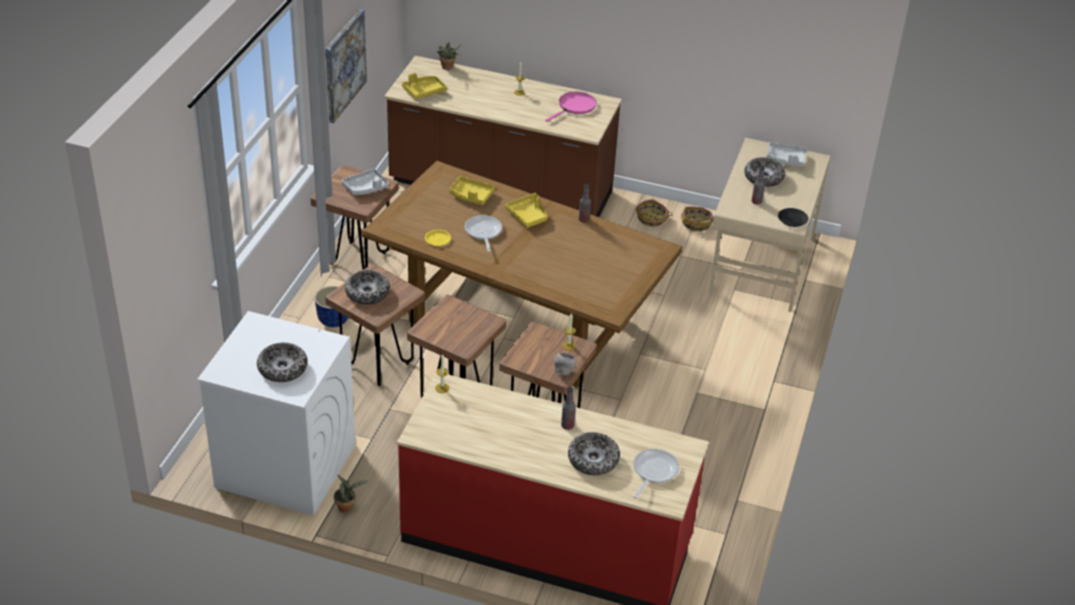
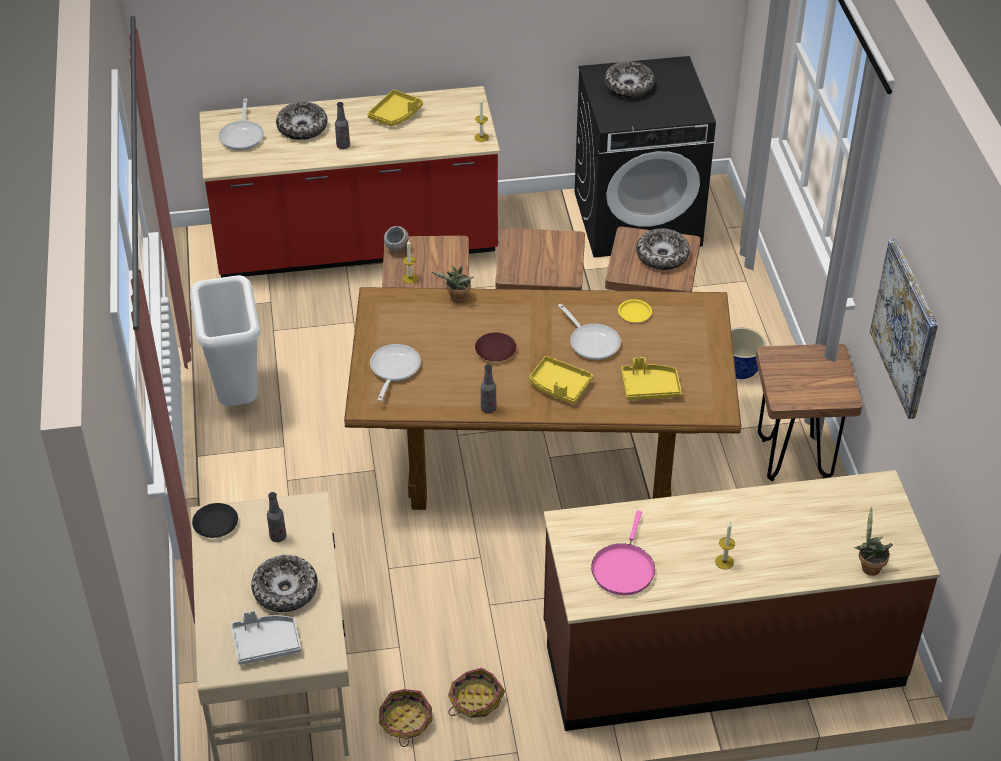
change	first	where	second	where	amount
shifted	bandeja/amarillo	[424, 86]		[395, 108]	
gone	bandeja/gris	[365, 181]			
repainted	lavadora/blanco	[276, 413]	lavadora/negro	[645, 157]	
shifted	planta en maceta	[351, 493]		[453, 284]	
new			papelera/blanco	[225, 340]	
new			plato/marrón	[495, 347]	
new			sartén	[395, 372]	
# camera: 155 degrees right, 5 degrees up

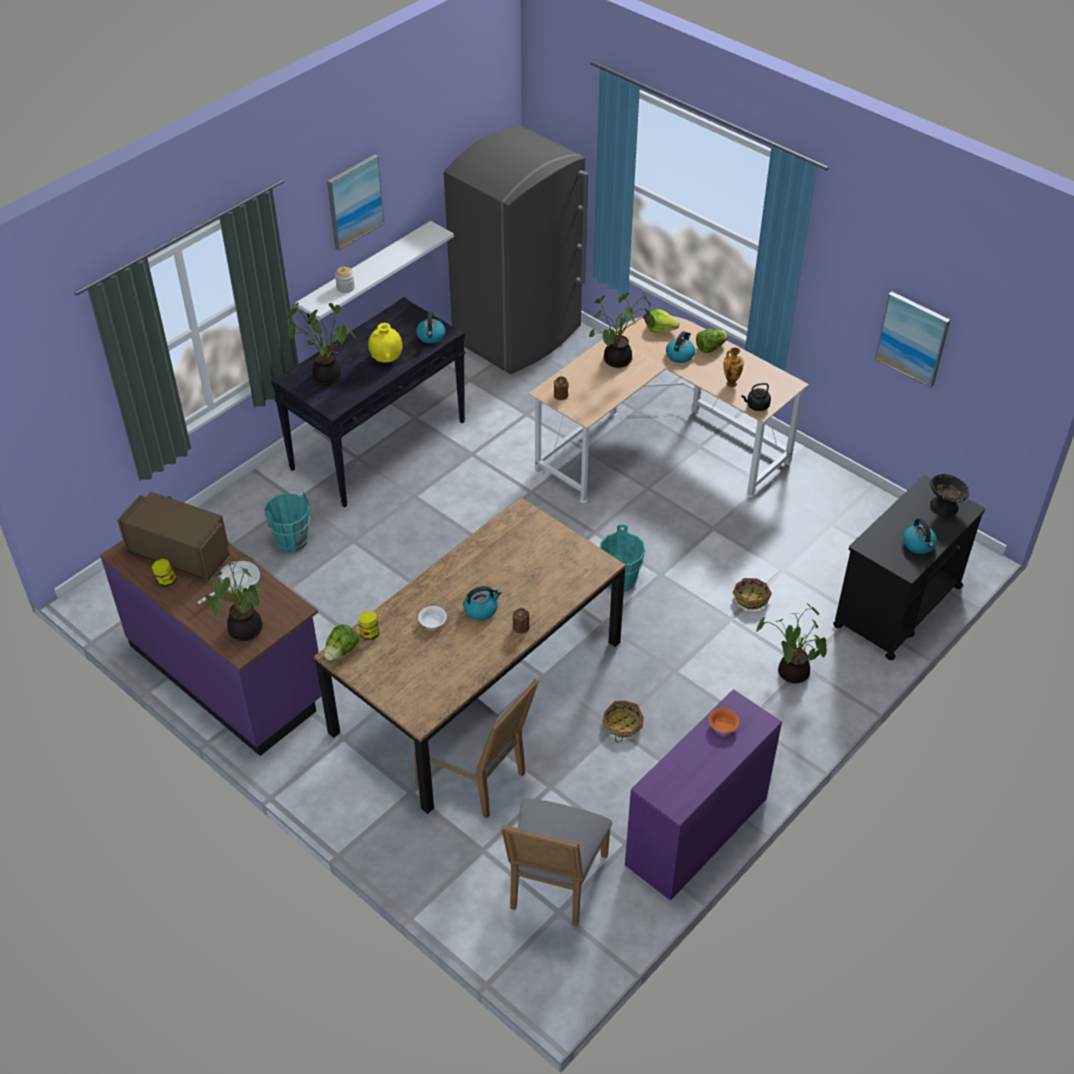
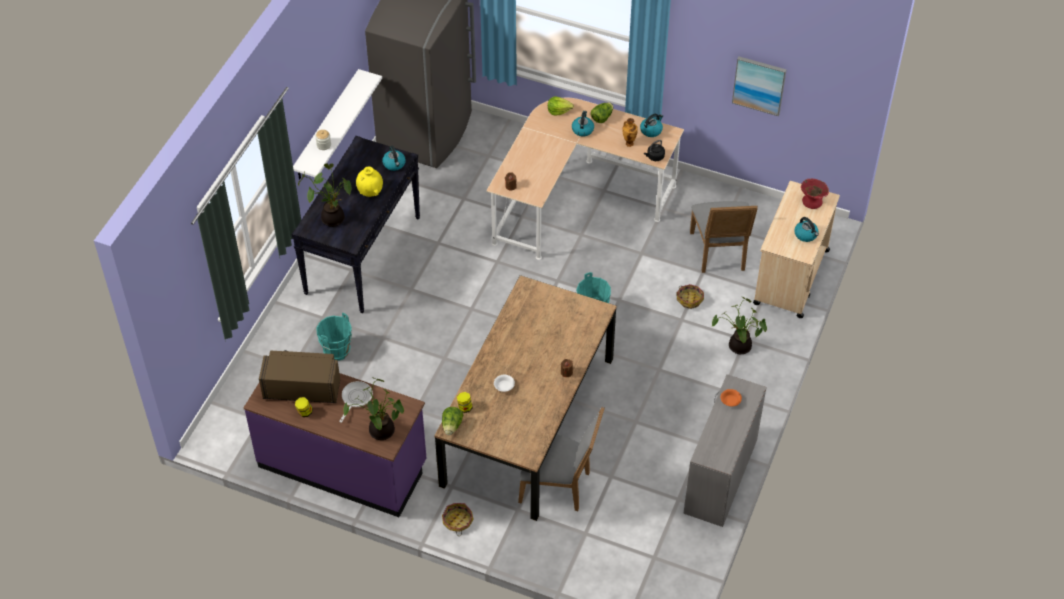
change	first	where	second	where	amount
gone	cuadro	[356, 202]			
gone	planta en maceta	[622, 330]			
repainted	cuenco/negro	[949, 495]	cuenco/rojo	[815, 194]	
repainted	carrito/negro	[909, 567]	carrito/beis	[796, 249]	
shifted	hervidor	[482, 603]		[651, 125]	
repainted	escritorio/morado	[703, 794]	escritorio/gris	[725, 450]	
shifted	cesta	[623, 722]		[458, 519]	
shifted	silla/gris	[556, 862]		[724, 237]	
# camera: 20 degrees left, 5 degrees up

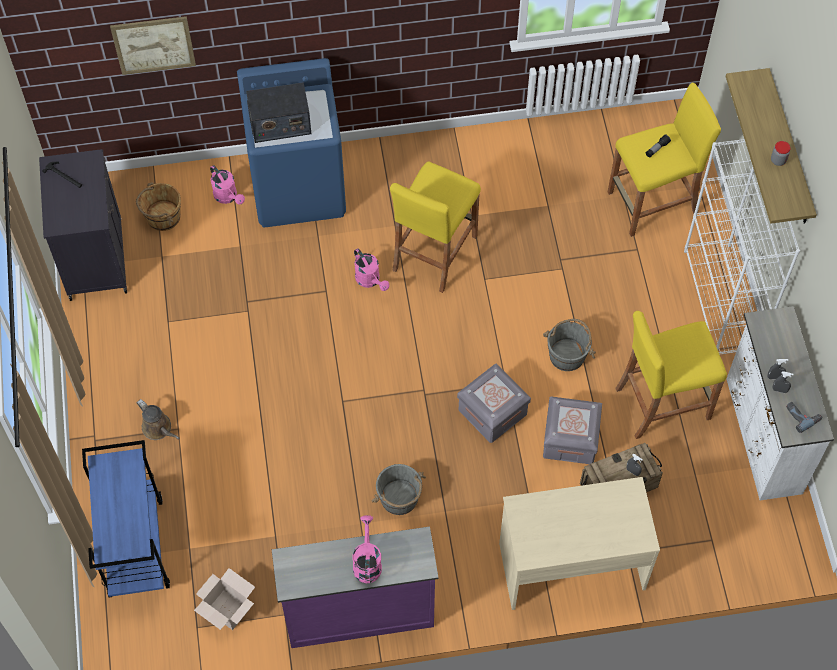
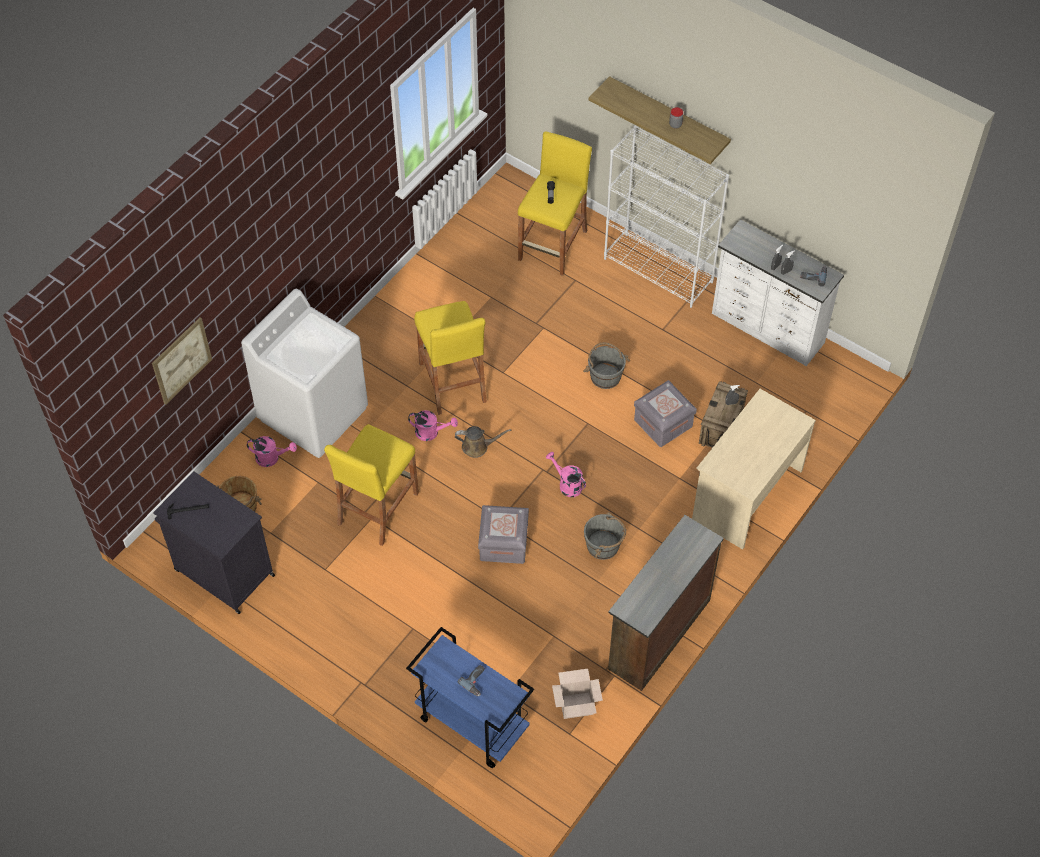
change	first	where	second	where	amount
repainted	lavadora/azul	[291, 142]	lavadora/blanco	[304, 373]	
gone	radio	[278, 112]			
shifted	taburete/amarillo	[671, 375]		[371, 485]	
shifted	caja de almacenaje/gris	[494, 403]		[503, 534]	
shifted	regadera/marrón	[158, 419]		[483, 442]	
shifted	regadera/rosa	[367, 549]		[566, 474]	
repainted	cómoda/morado	[355, 587]	cómoda/marrón	[666, 603]	
new			taladro	[471, 680]	
# camera: 45 degrees left, 5 degrees down

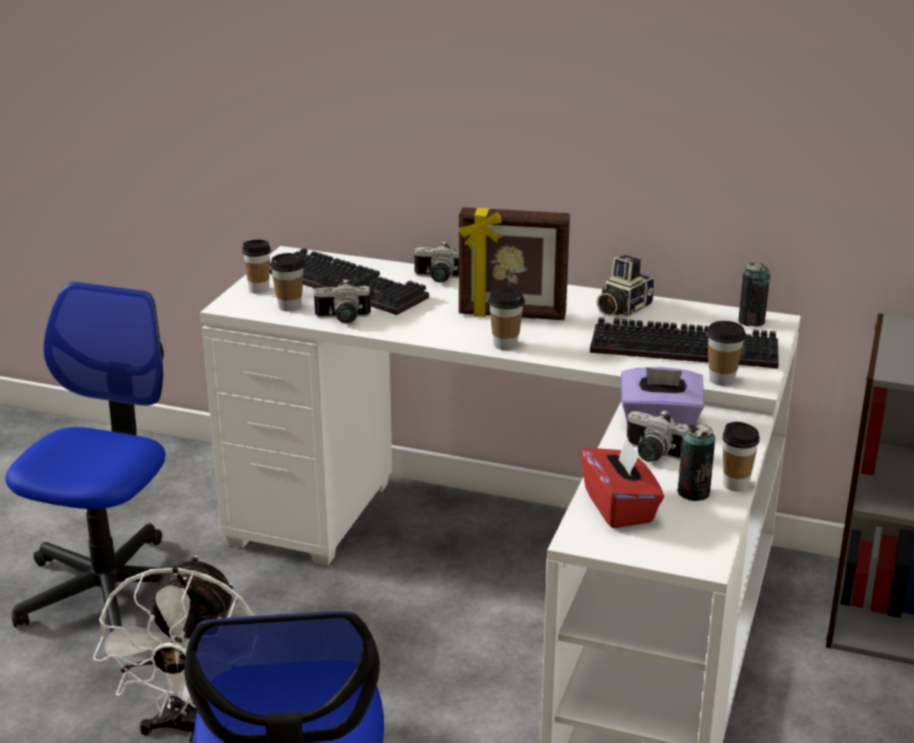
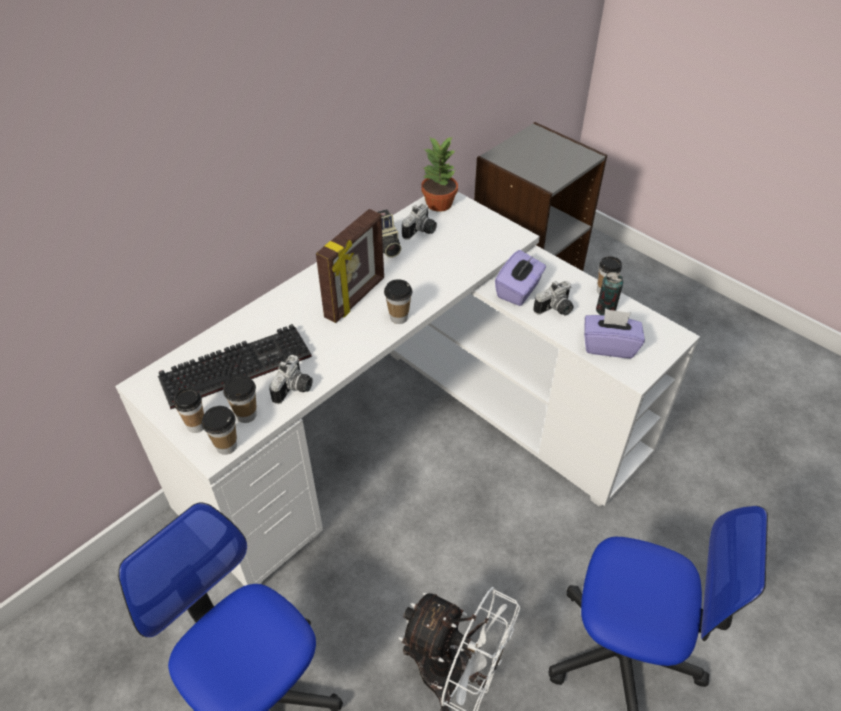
change	first	where	second	where	amount
shifted	cámara	[436, 262]		[419, 222]	
swapped	lata	[754, 295]	planta en maceta	[439, 174]	
gone	teclado	[684, 343]			
shifted	taza	[726, 353]		[219, 430]	
repainted	caja de pañuelos/rojo	[622, 482]	caja de pañuelos/morado	[614, 333]	
# camera: 65 degrees left, 20 degrees up

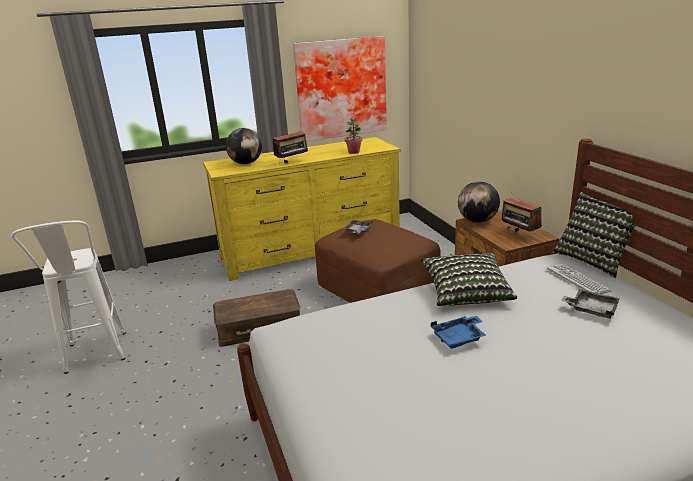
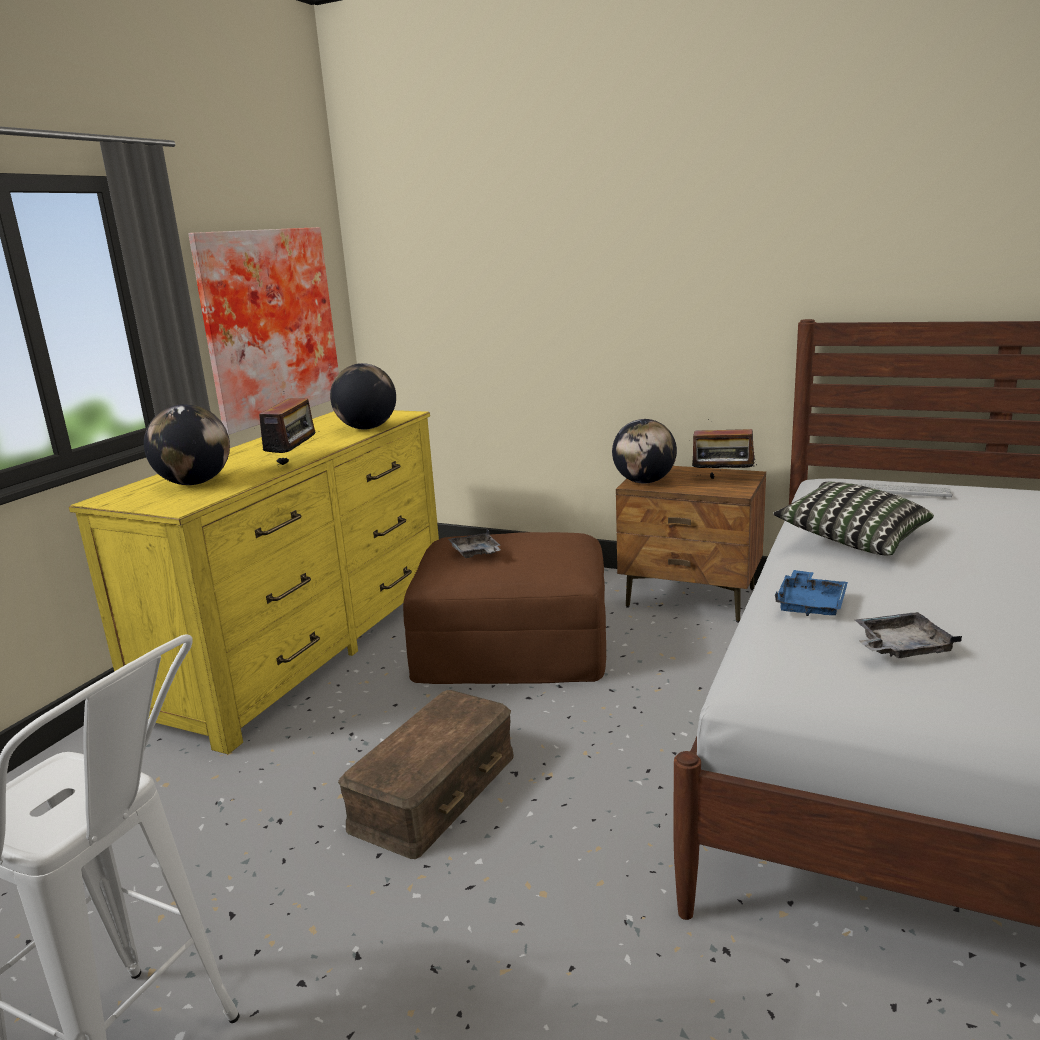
change	first	where	second	where	amount
swapped	planta en maceta	[353, 136]	globo terráqueo	[363, 396]	
gone	cojín	[594, 235]			
shifted	bandeja/gris	[591, 304]		[908, 635]	
shifted	bandeja/azul	[458, 332]		[811, 593]	
# camera: 45 degrees left, 5 degrees down

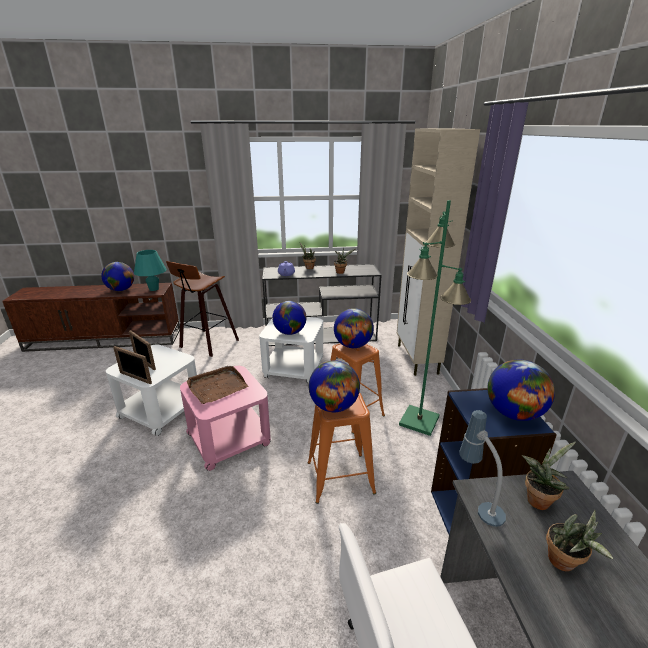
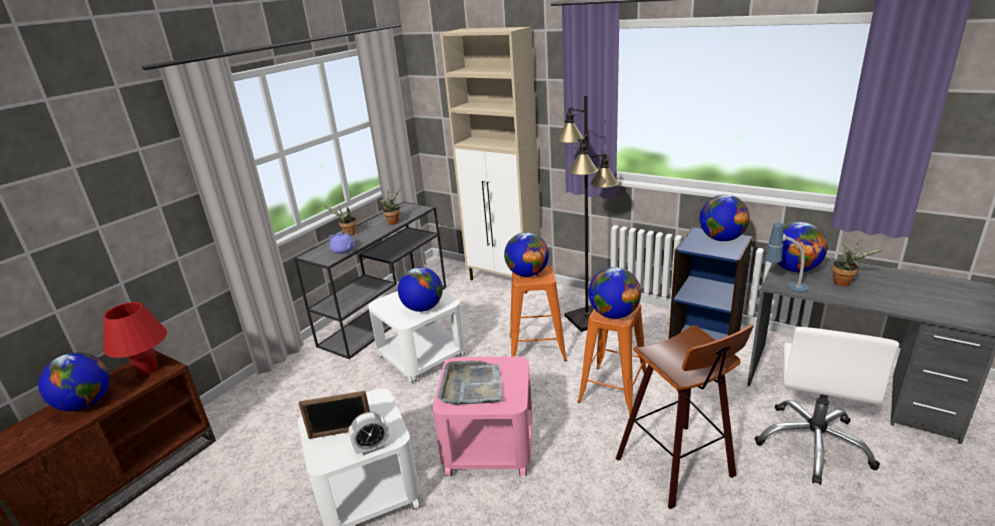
change	first	where	second	where	amount
repainted	lámpara de pie/verde	[435, 318]	lámpara de pie/negro	[587, 213]	
repainted	lámpara de mesa/turquesa	[150, 270]	lámpara de mesa/rojo	[135, 338]	
shifted	taburete	[202, 309]		[685, 416]	
swapped	portarretratos	[132, 365]	despertador	[369, 433]	
repainted	bandeja/marrón	[217, 385]	bandeja/gris	[470, 383]	
swapped	planta en maceta	[549, 476]	globo terráqueo	[802, 247]	
# camera: 50 degrees left, 0 degrees up

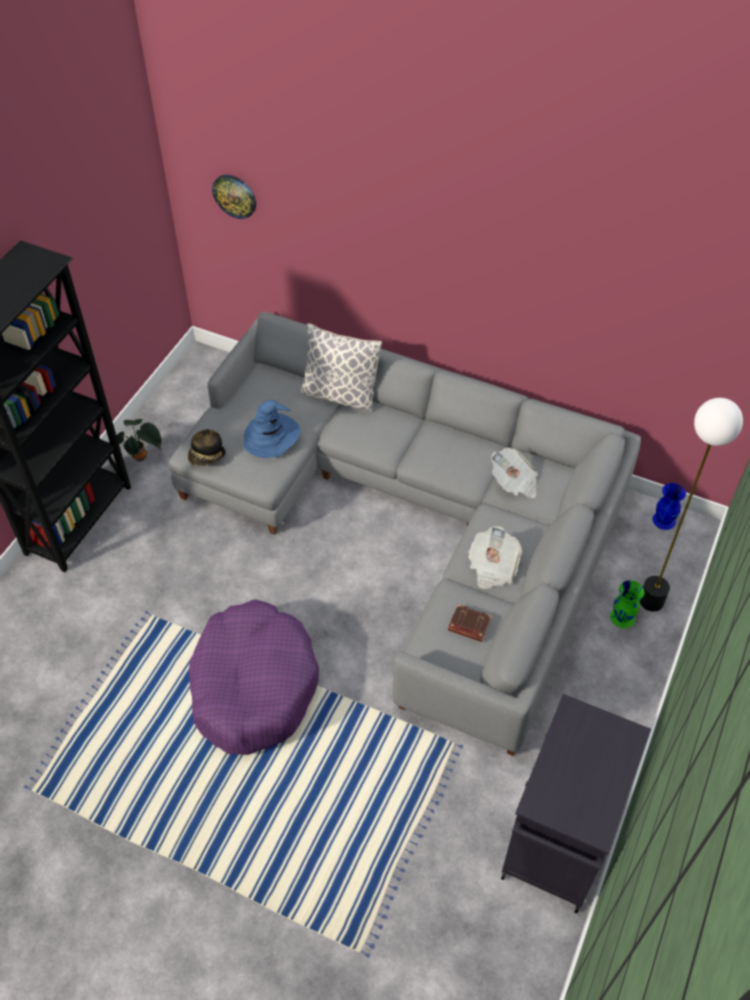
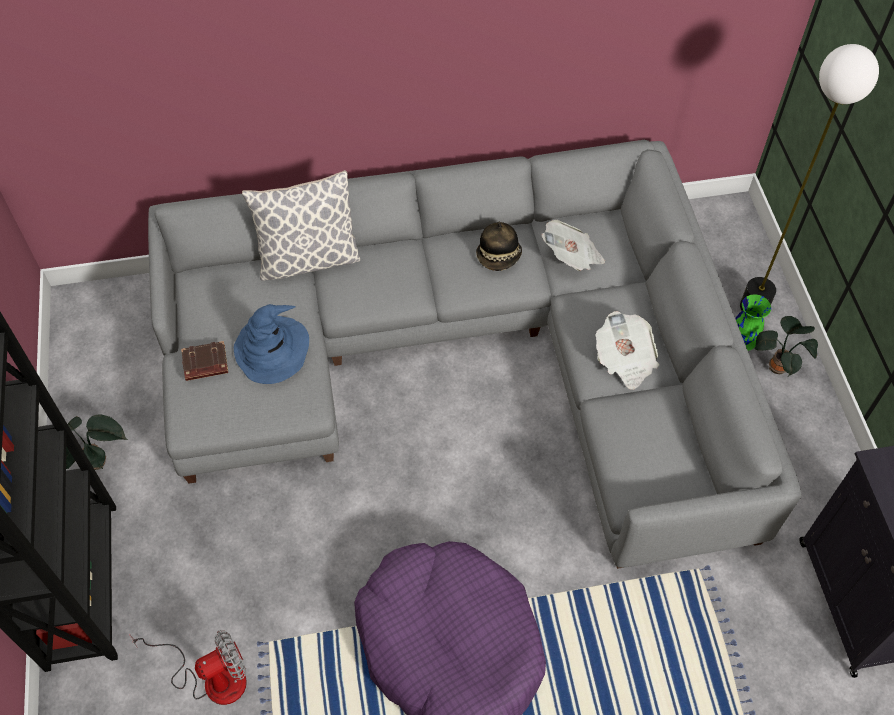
change	first	where	second	where	amount
gone	reloj de pared	[234, 197]			
shifted	sombrero	[207, 447]		[499, 246]	
gone	florero/azul	[669, 506]			
shifted	libro/marrón	[470, 623]		[204, 361]	
new			planta en maceta	[786, 346]	
new			ventilador	[188, 667]	
# camera: 35 degrees left, 5 degrees up

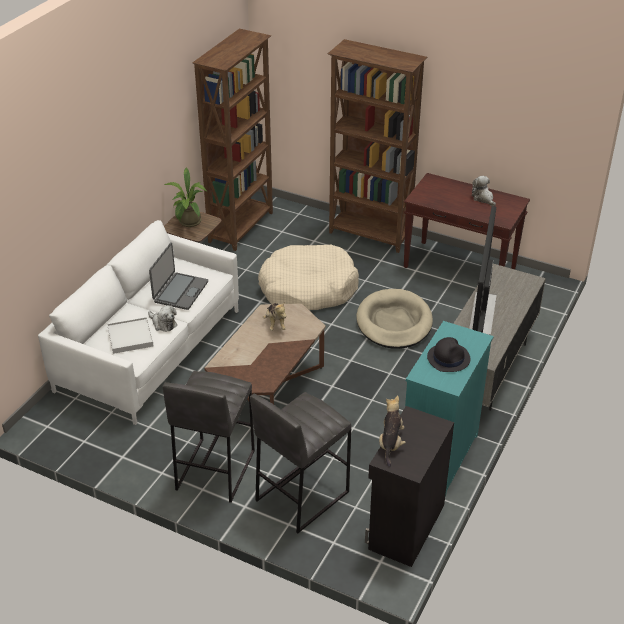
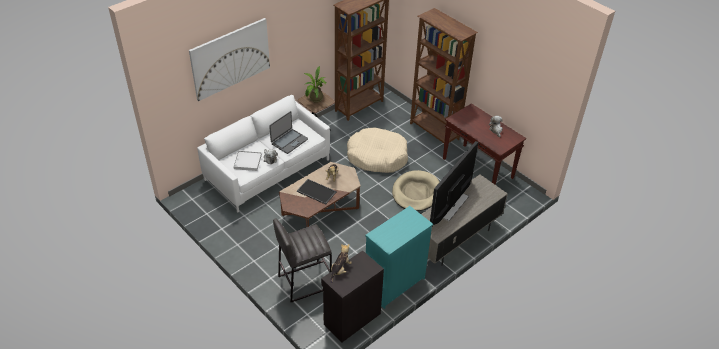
change	first	where	second	where	amount
gone	sombrero/negro	[449, 354]			
gone	taburete/gris	[209, 437]			
new			cuadro	[229, 59]	
new			bandeja	[317, 192]	
# camera: 20 degrees right, 5 degrees up

